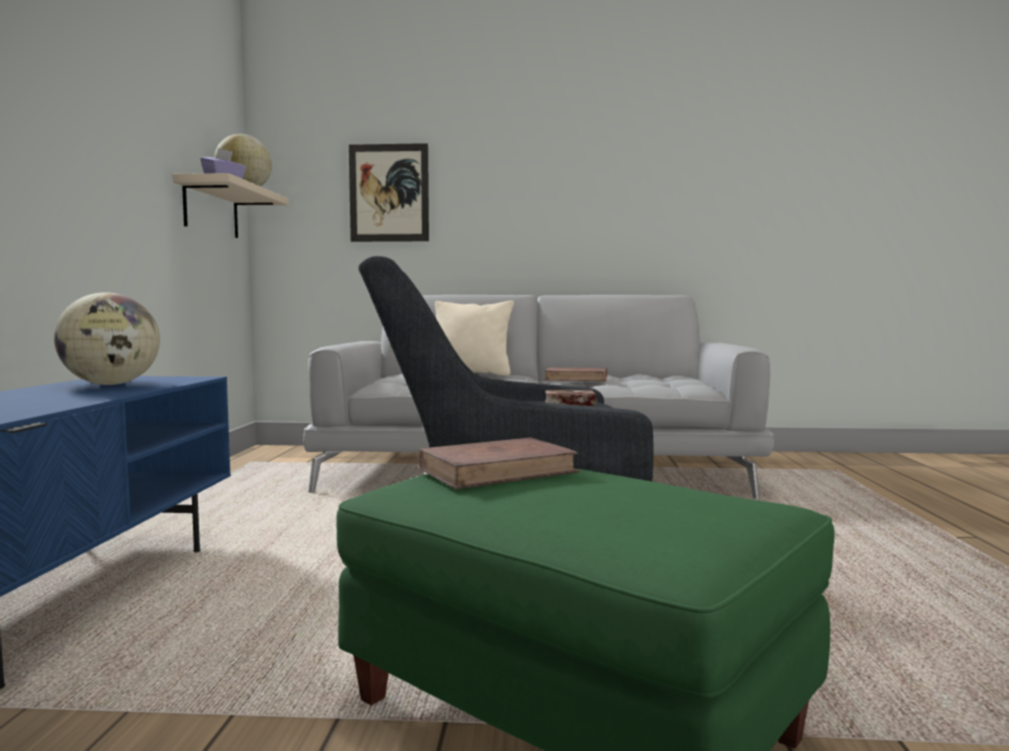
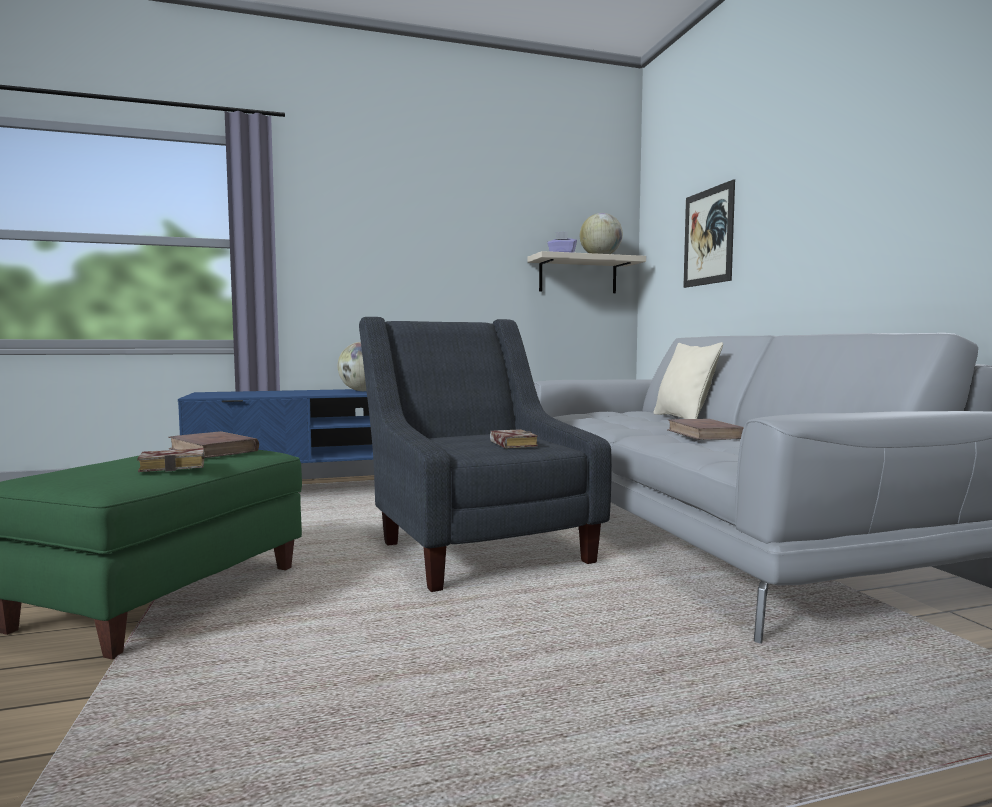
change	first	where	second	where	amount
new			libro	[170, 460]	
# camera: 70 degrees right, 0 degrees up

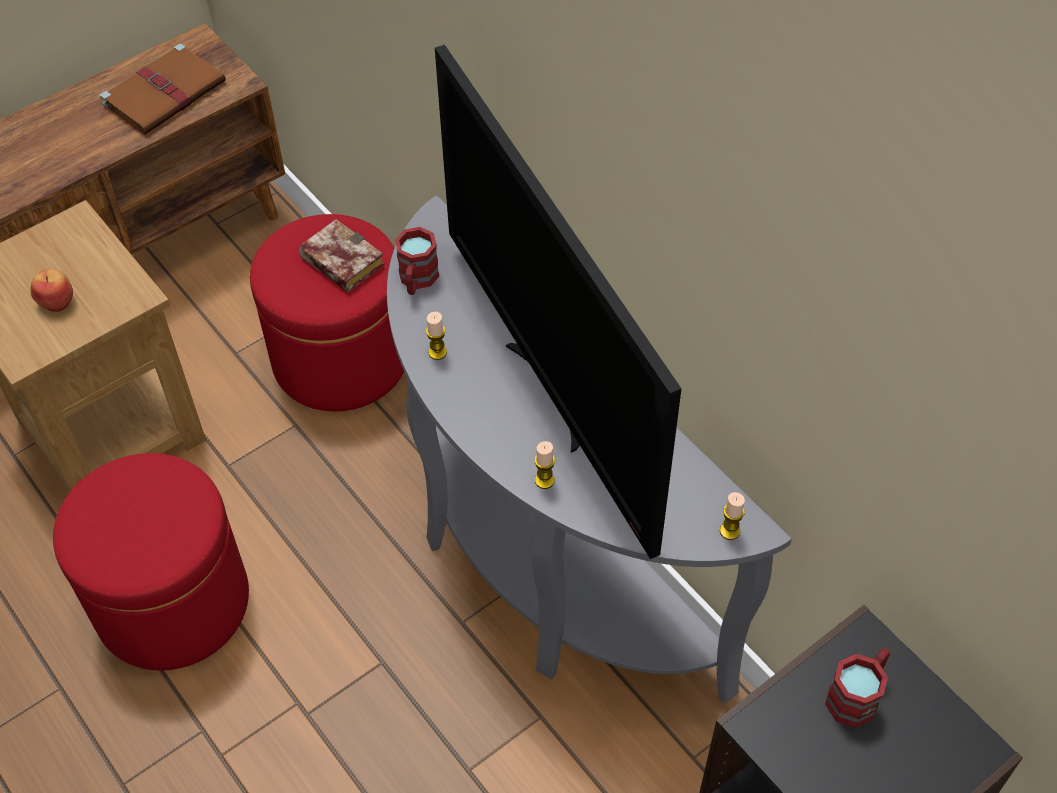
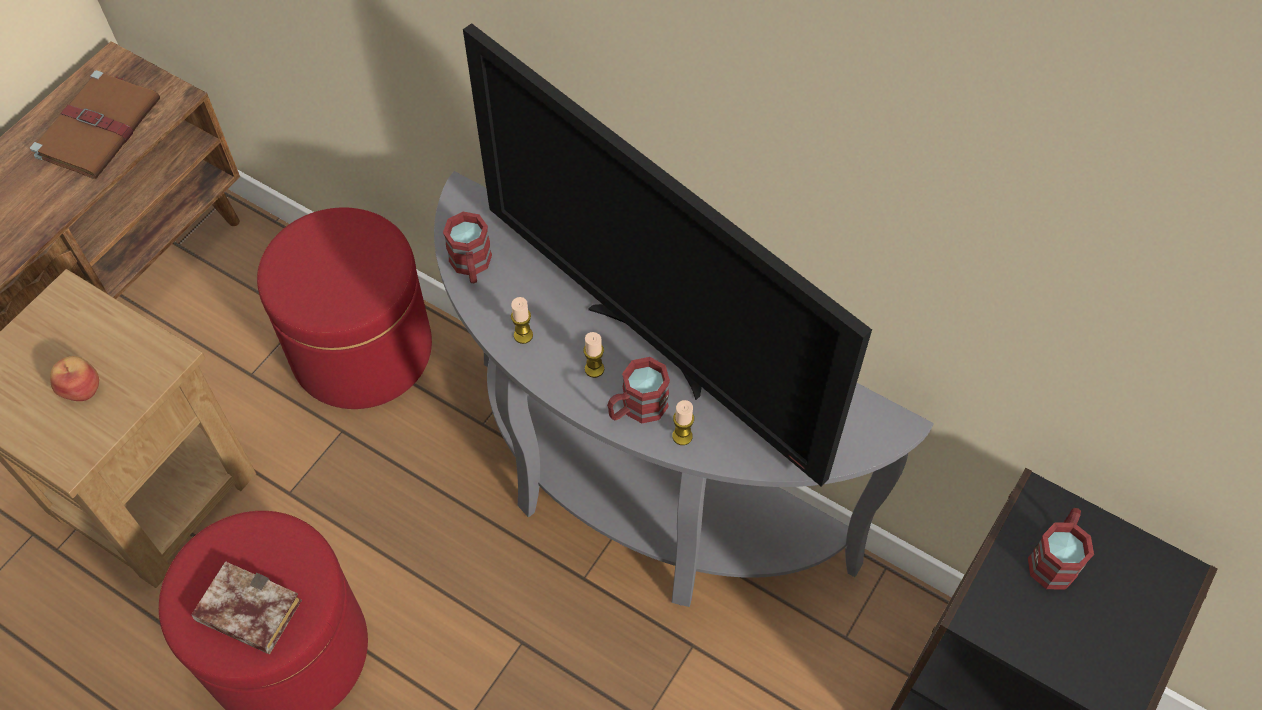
change	first	where	second	where	amount
shifted	libro	[341, 255]		[246, 608]	
shifted	vela	[732, 516]		[593, 355]	
new			taza grande/rojo	[638, 390]	
# camera: 20 degrees left, 5 degrees up

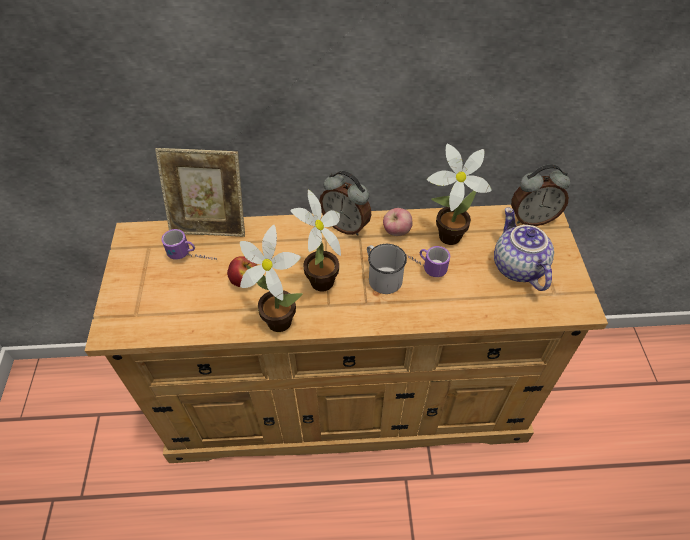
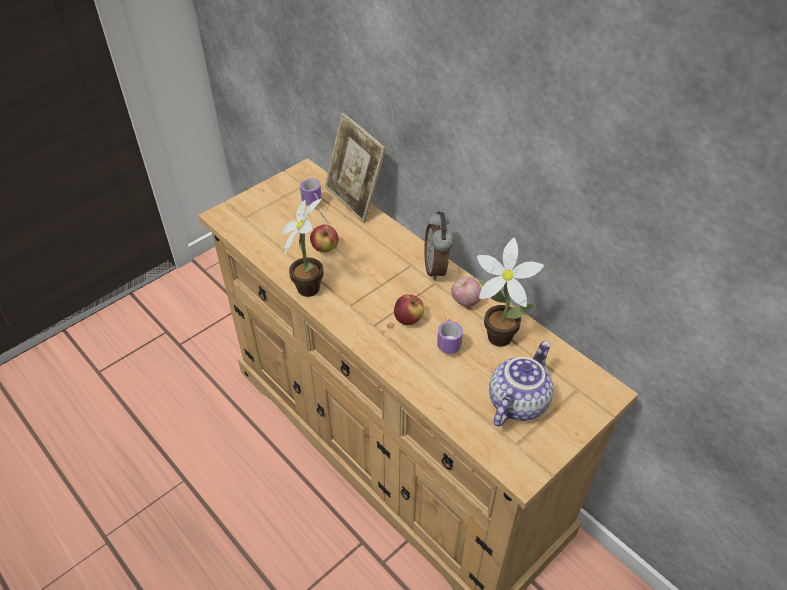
change	first	where	second	where	amount
gone	despertador	[540, 195]			
gone	planta en maceta	[315, 240]			
swapped	taza grande/blanco	[387, 269]	manzana	[409, 310]	
# camera: 50 degrees right, 5 degrees down

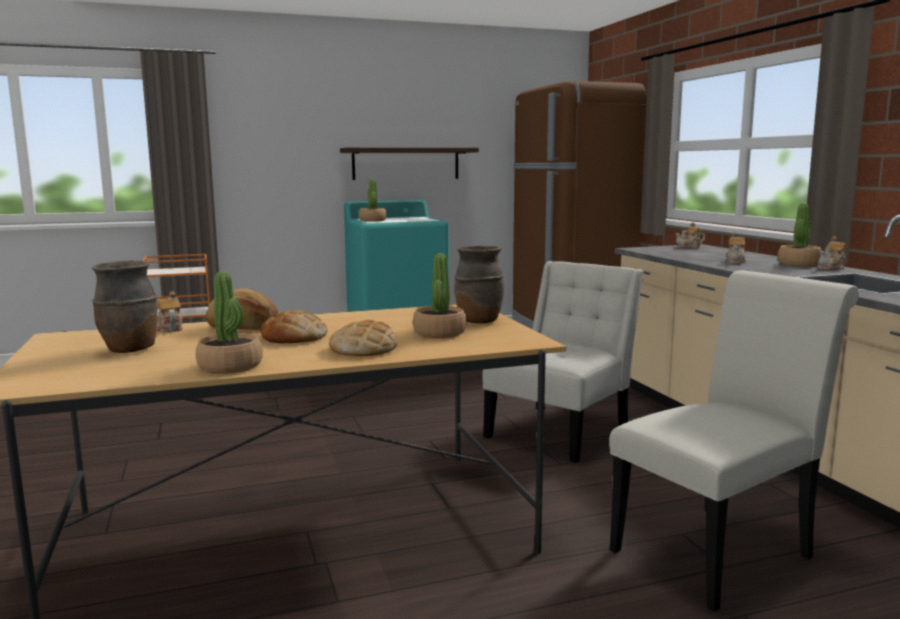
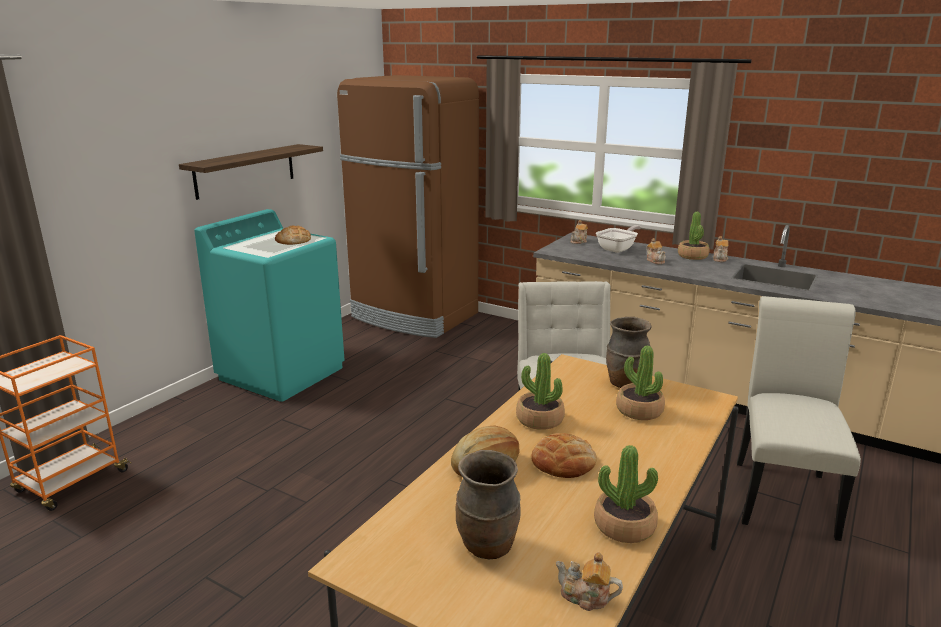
change	first	where	second	where	amount
shifted	planta en maceta	[373, 200]		[540, 391]	
shifted	tetera	[170, 311]		[589, 581]	
shifted	pan	[363, 338]		[293, 235]	
new			sartén	[618, 239]	
# camera: 40 degrees left, 10 degrees up

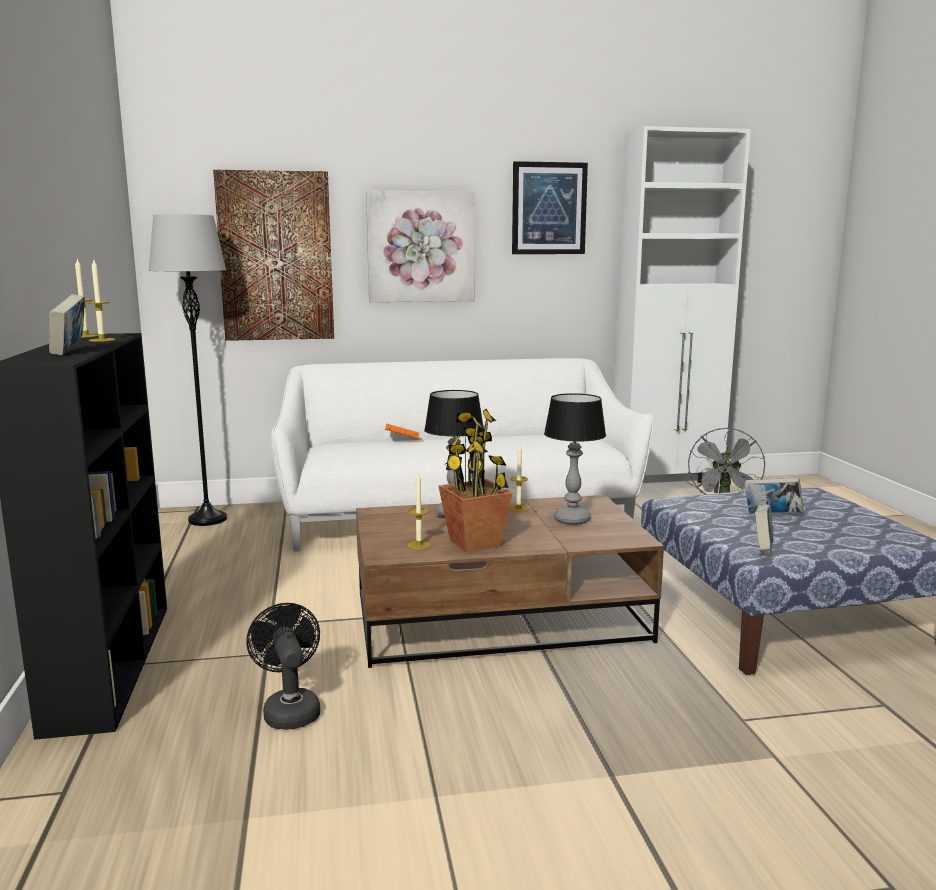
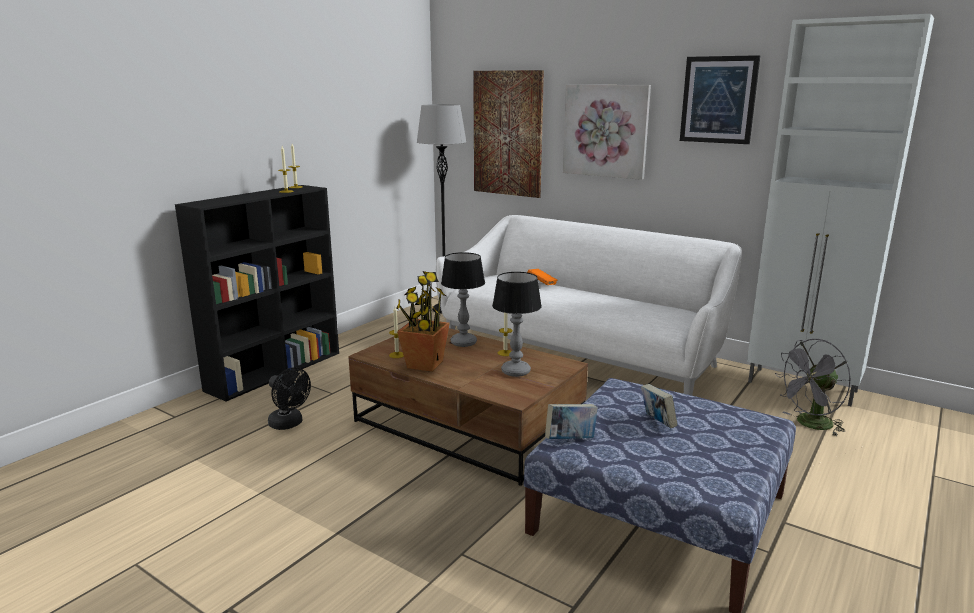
change	first	where	second	where	amount
gone	libro	[67, 324]			
rotated	ventilador/negro	[283, 666]		[289, 398]	105 degrees clockwise
# camera: 45 degrees right, 5 degrees up

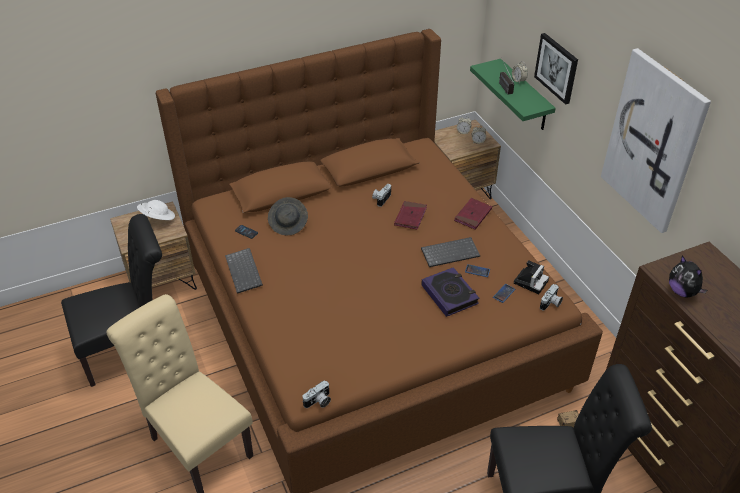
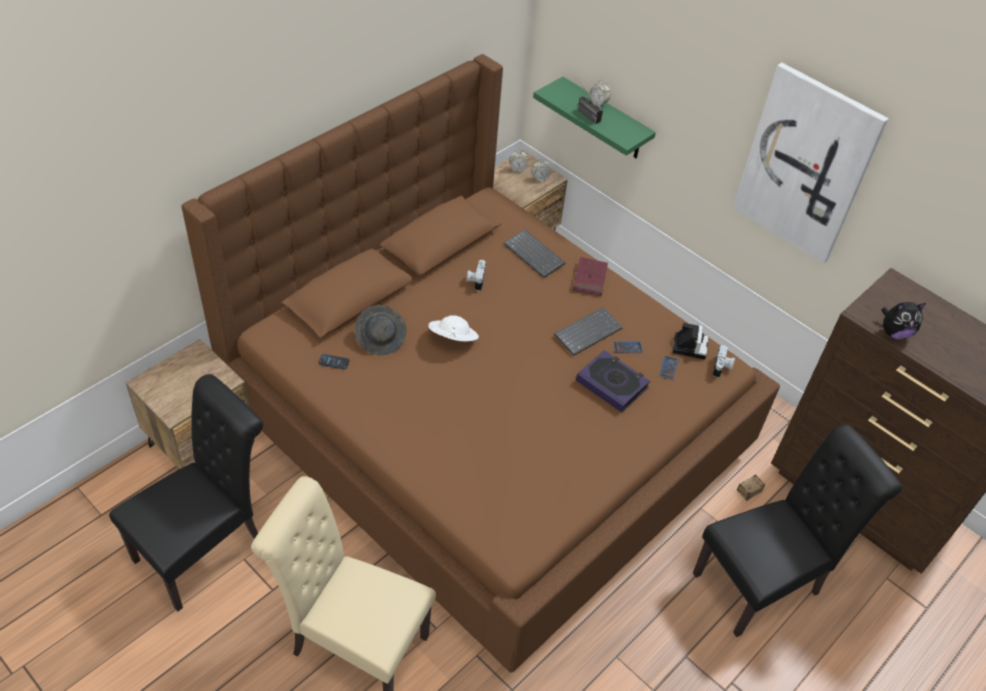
change	first	where	second	where	amount
gone	cuadro	[556, 69]			
shifted	sombrero/blanco	[156, 210]		[453, 328]	
gone	libro/rojo	[410, 215]			
shifted	teclado	[244, 271]		[534, 254]	
rotated	peluche	[688, 277]		[904, 320]	45 degrees counterclockwise
gone	cámara	[316, 394]			
# camera: 25 degrees left, 5 degrees up

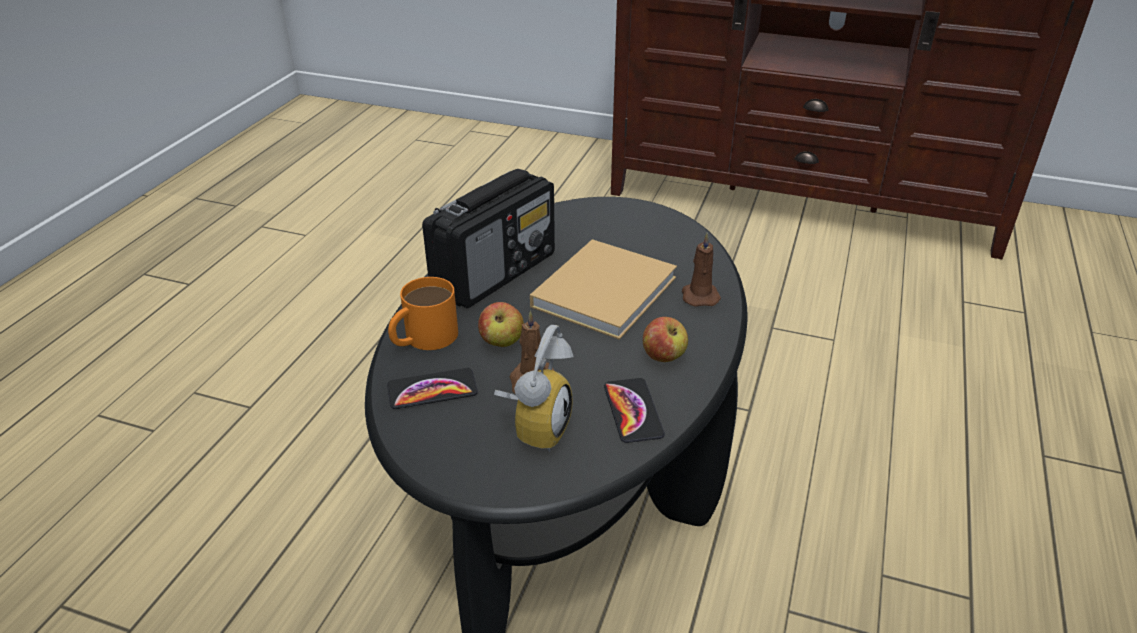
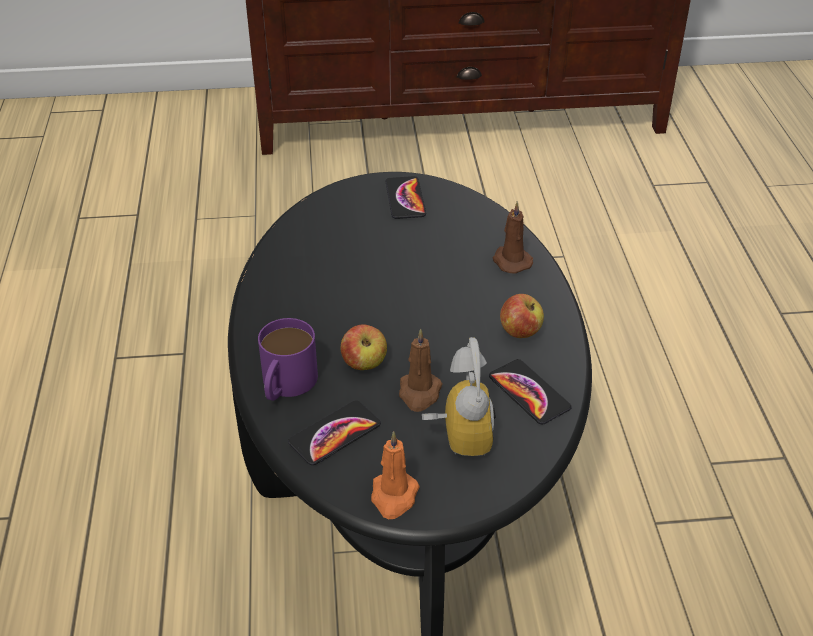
change	first	where	second	where	amount
gone	radio	[488, 238]			
gone	libro/beis	[603, 289]			
repainted	taza grande/naranja	[423, 313]	taza grande/morado	[288, 359]	
new			móvil	[405, 197]	
new			vela/naranja	[395, 475]	
# camera: 25 degrees left, 5 degrees up

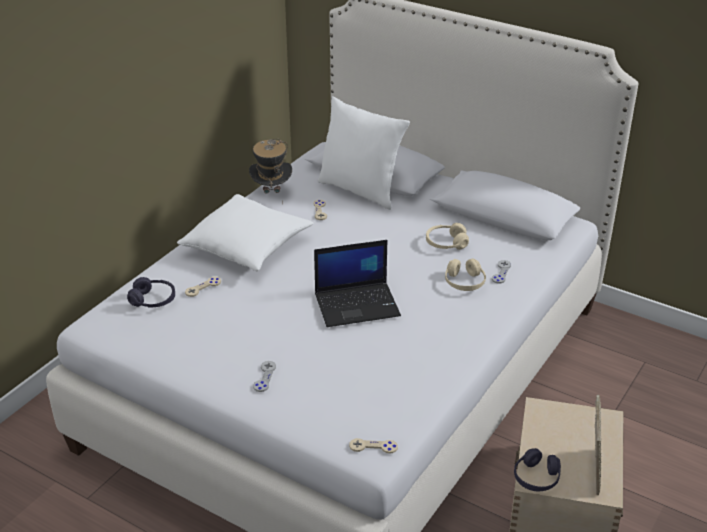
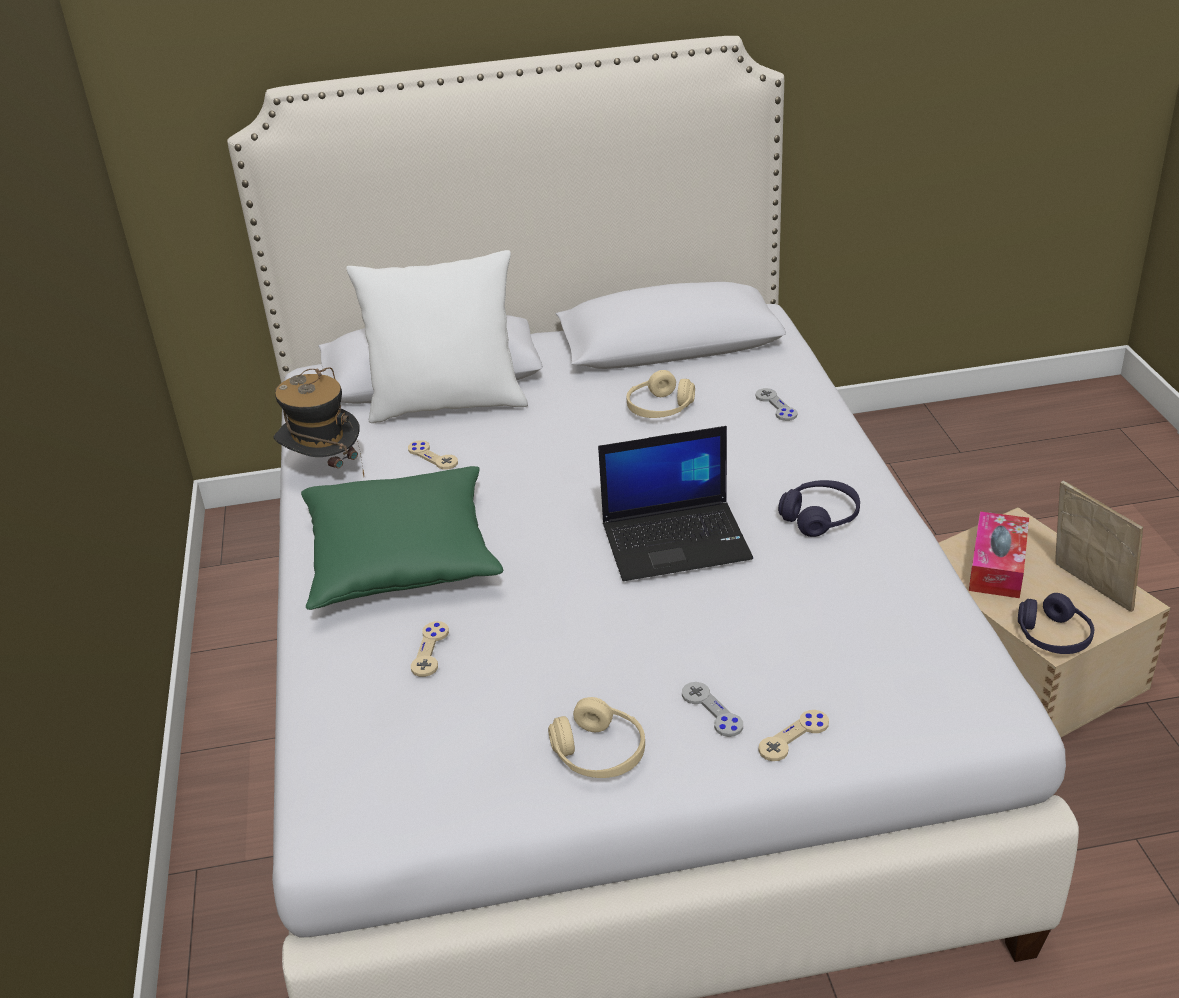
change	first	where	second	where	amount
repainted	cojín/blanco	[245, 232]	cojín/verde	[402, 538]	
rotated	portátil	[357, 283]		[675, 503]	45 degrees clockwise
shifted	auriculares/beis	[465, 274]		[596, 737]	
shifted	auriculares/morado	[151, 292]		[819, 508]	
shifted	mando de consola/beis	[373, 446]		[793, 735]	
new			caja de pañuelos	[999, 554]	
# camera: 40 degrees left, 0 degrees up

